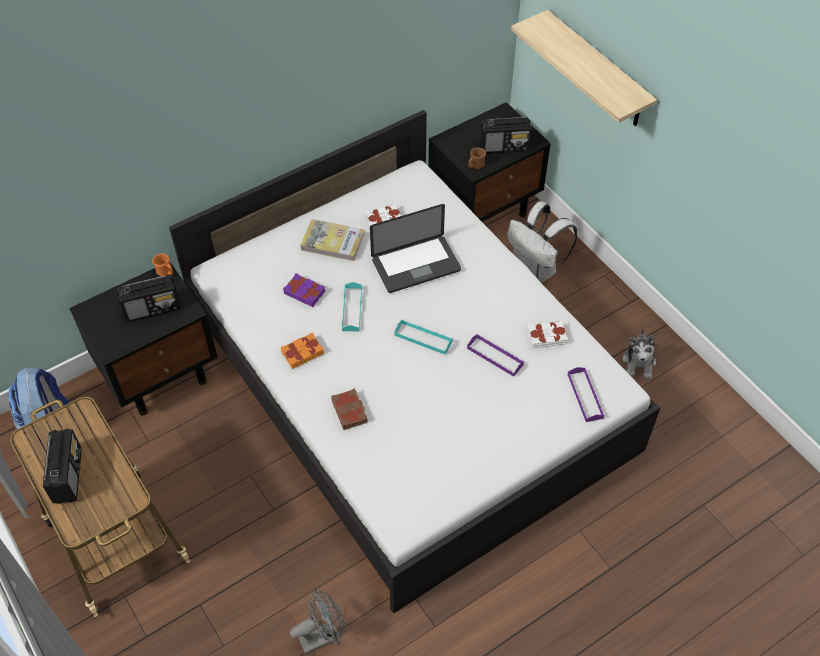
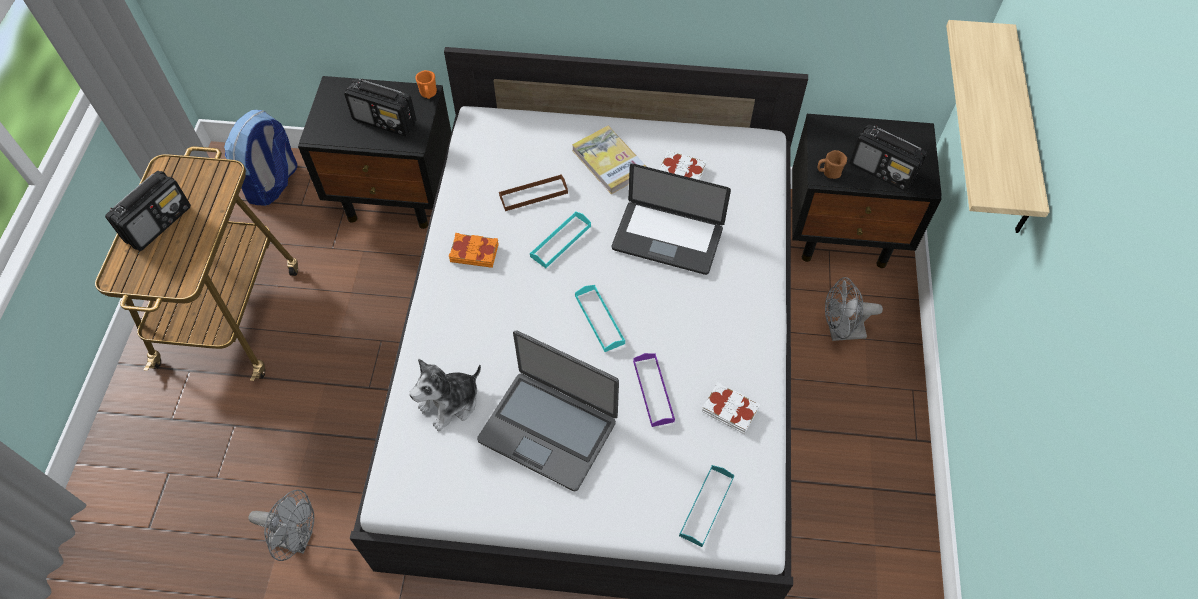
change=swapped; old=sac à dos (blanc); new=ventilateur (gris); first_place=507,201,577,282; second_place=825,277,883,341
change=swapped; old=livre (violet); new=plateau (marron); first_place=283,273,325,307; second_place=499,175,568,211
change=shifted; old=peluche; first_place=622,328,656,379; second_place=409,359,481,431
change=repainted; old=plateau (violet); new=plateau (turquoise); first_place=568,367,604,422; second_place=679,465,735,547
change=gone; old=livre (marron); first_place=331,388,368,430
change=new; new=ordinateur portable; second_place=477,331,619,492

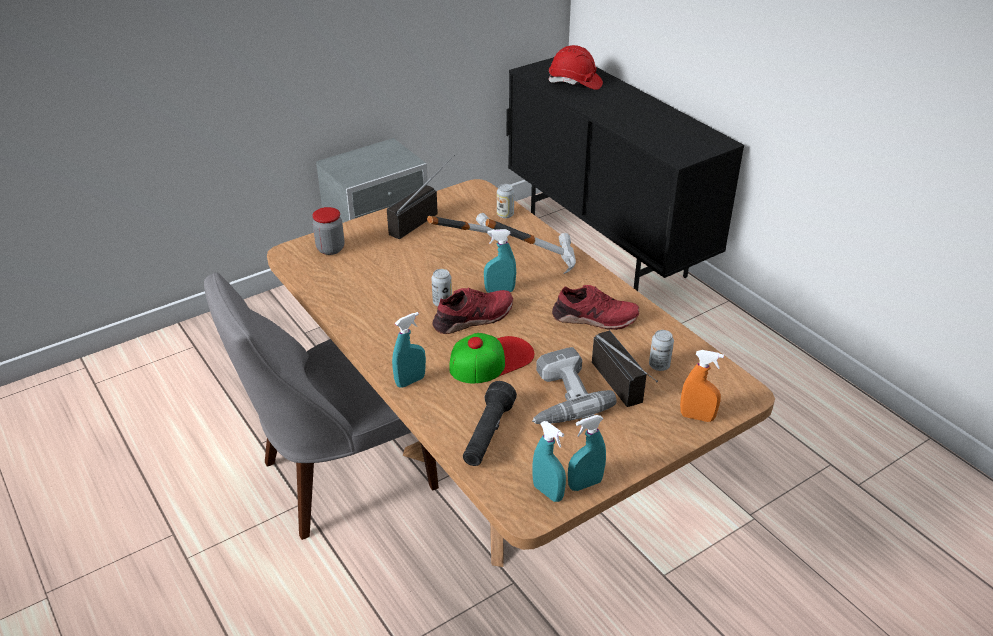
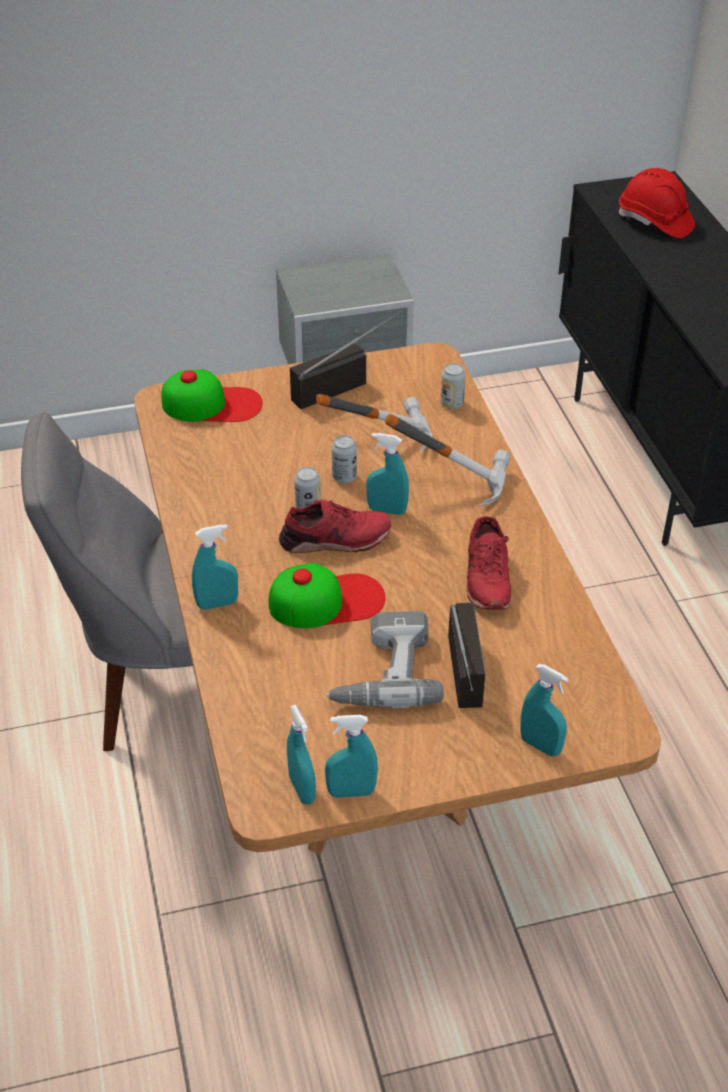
change=swapped; old=bocal; new=casquette; first_place=312,207,344,255; second_place=161,369,263,422
change=rotated; old=chaussure (rouge); first_place=552,285,639,330; second_place=466,516,511,610; degrees=60
change=shifted; old=boîte métallique; first_place=649,330,674,371; second_place=332,435,357,483
change=repainted; old=vaporisateur (orange); new=vaporisateur (turquoise); first_place=680,350,724,422; second_place=521,664,569,756
change=gone; old=lampe de poche (noir); first_place=463,381,517,466

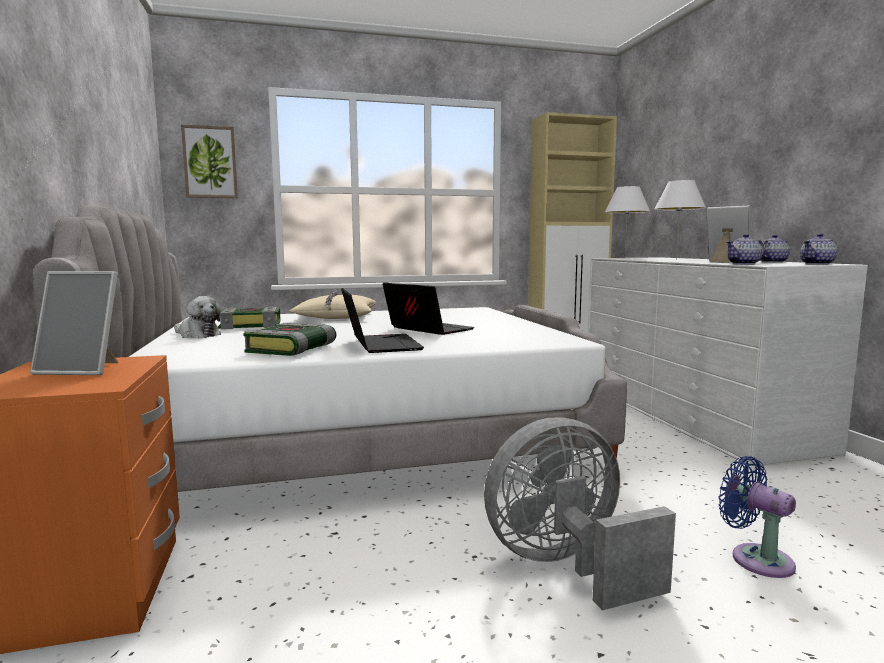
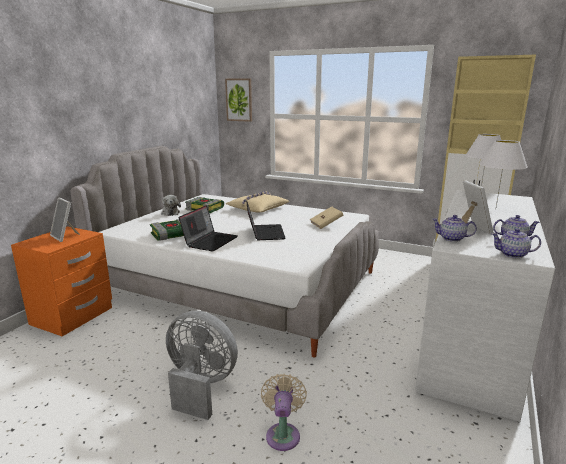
change=repainted; old=ventilateur (bleu); new=ventilateur (beige); first_place=719,456,796,578; second_place=261,373,307,451
change=new; new=livre (beige); second_place=310,206,343,229

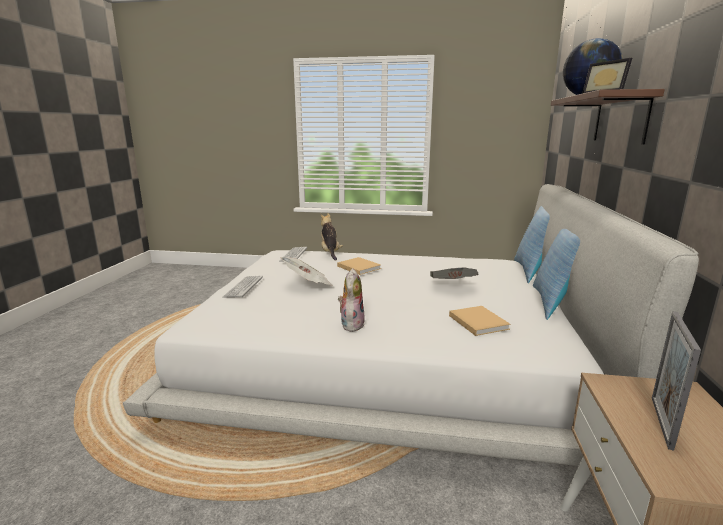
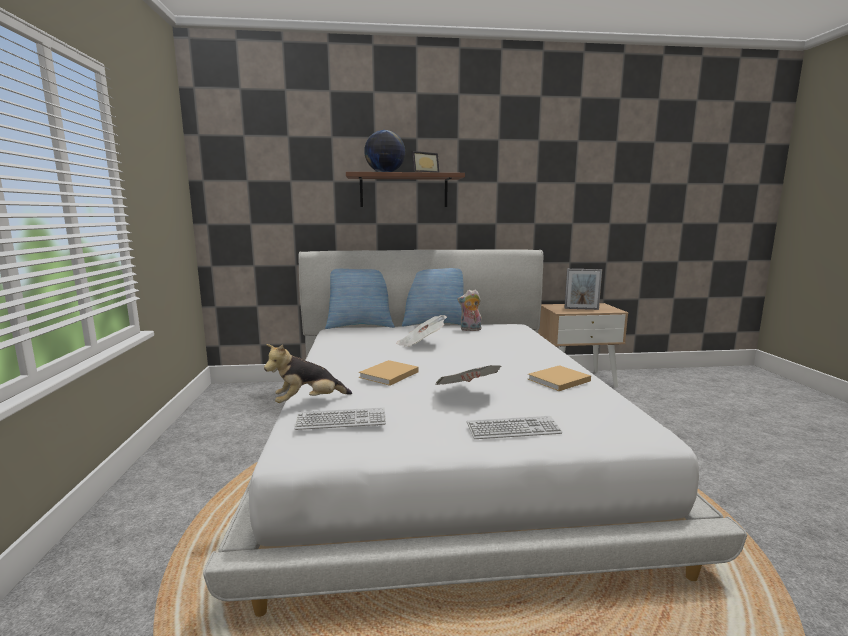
change=shifted; old=peluche; first_place=338,268,365,332; second_place=457,289,481,331
change=shifted; old=livre (beige); first_place=449,306,511,336; second_place=528,365,591,391

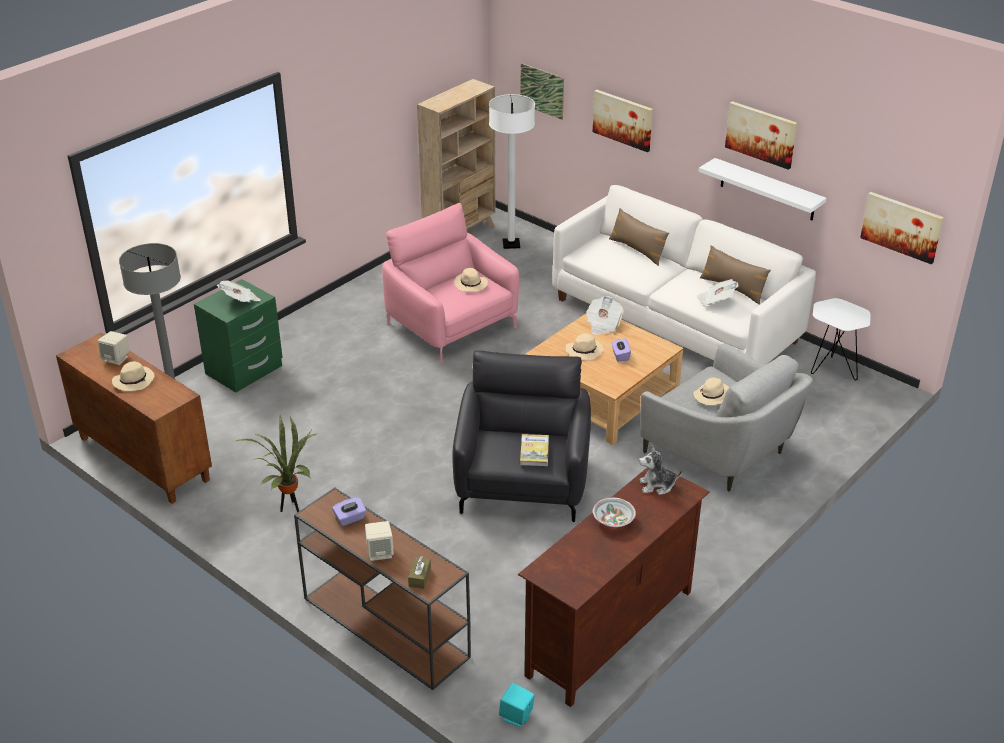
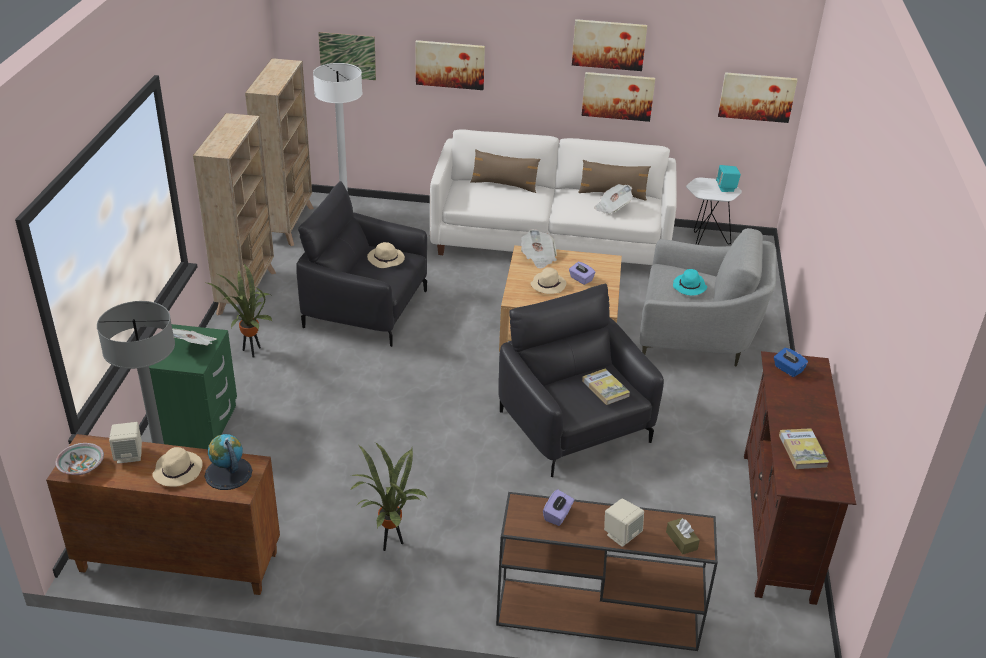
change=swapped; old=étagère (blanc); new=tableau; first_place=699,158,827,220; second_place=582,72,655,122
change=repainted; old=fauteuil (rose); new=fauteuil (noir); first_place=382,203,519,363; second_place=296,181,427,347
change=repainted; old=chapeau (beige); new=chapeau (turquoise); first_place=693,378,729,405; second_place=673,269,707,295
change=swapped; old=peluche; new=boîte à mouchoirs (bleu); first_place=639,446,682,495; second_place=774,348,808,377
change=shifted; old=bol; first_place=593,498,636,528; second_place=55,443,104,475
change=shifted; old=enceinte (turquoise); first_place=499,683,535,727; second_place=716,165,741,192
change=new; new=bibliothèque (beige); second_place=193,113,276,315
change=new; new=plante en pot; second_place=207,264,273,358
change=new; new=livre; second_place=779,428,829,469
change=new; new=globe; second_place=205,434,252,490

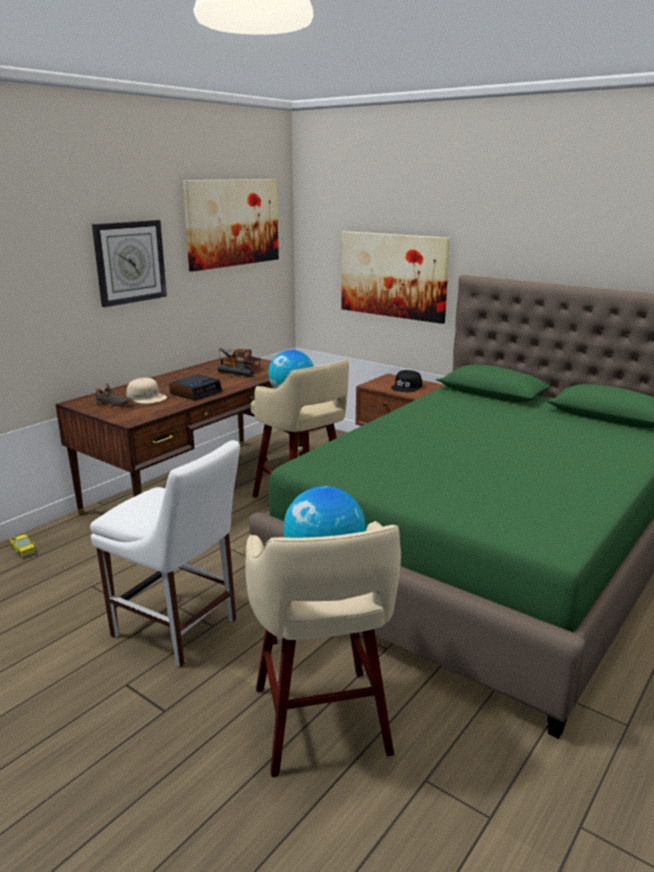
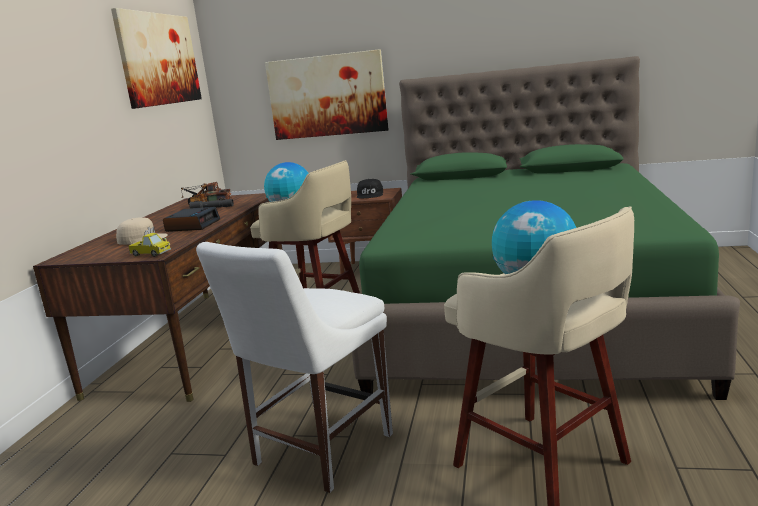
change=gone; old=horloge murale; first_place=92,220,167,307
change=gone; old=chaussure (noir); first_place=95,383,132,407
change=rotated; old=chaise (blanc); first_place=90,440,240,667; second_place=196,242,393,493; degrees=120
change=shifted; old=camion jouet; first_place=9,534,36,557; second_place=128,233,171,257

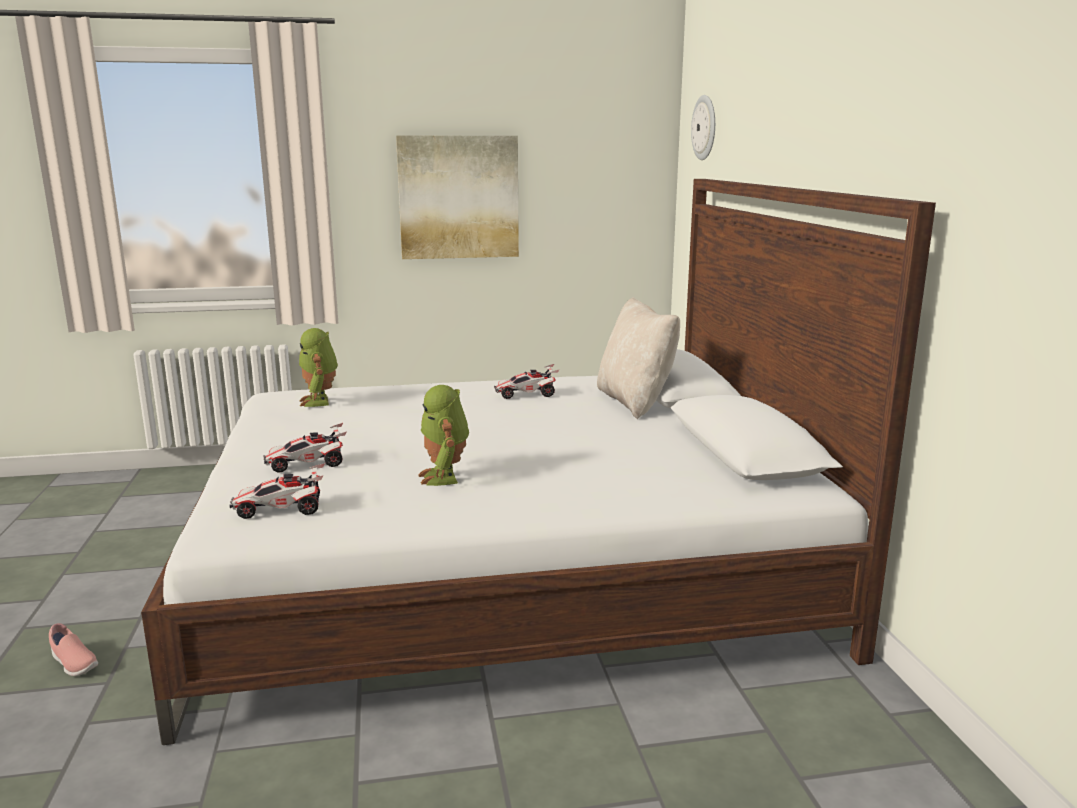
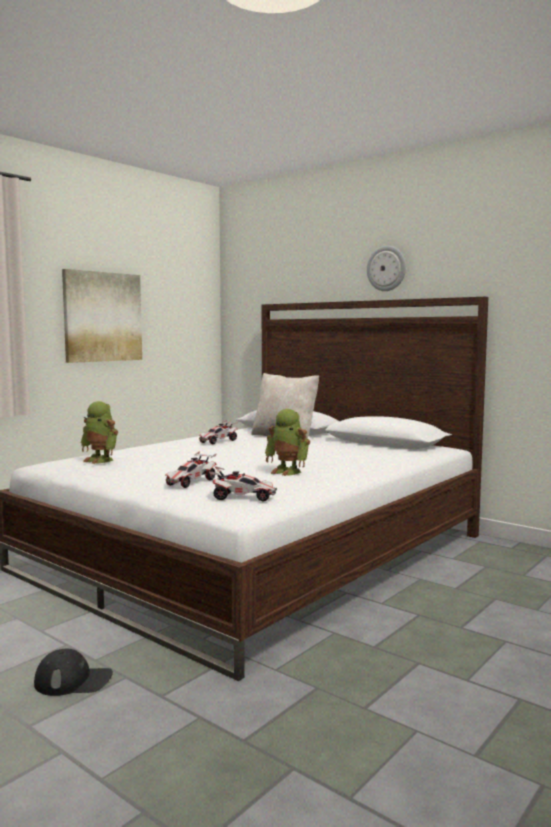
change=shifted; old=horloge murale; first_place=691,95,715,160; second_place=367,246,406,291
change=rotated; old=petite voiture; first_place=229,463,325,519; second_place=209,466,277,501; degrees=-120
change=swapped; old=chaussure (rose); new=casquette (noir); first_place=49,623,98,676; second_place=34,649,113,696

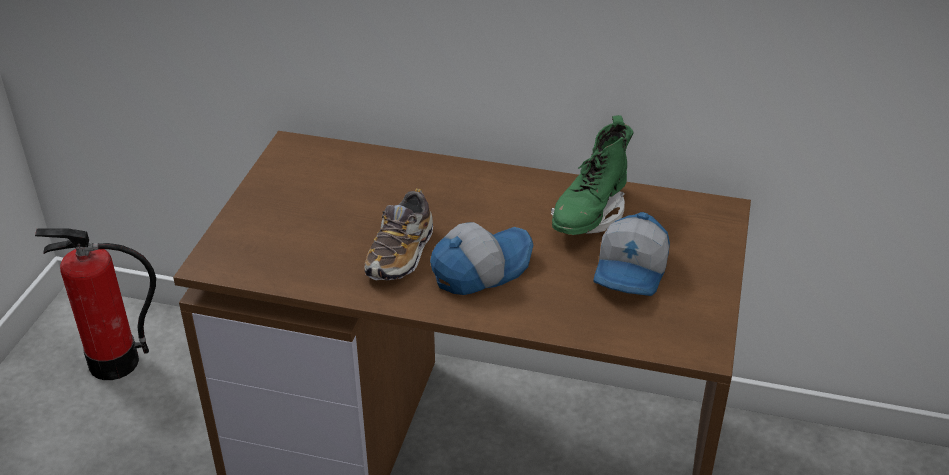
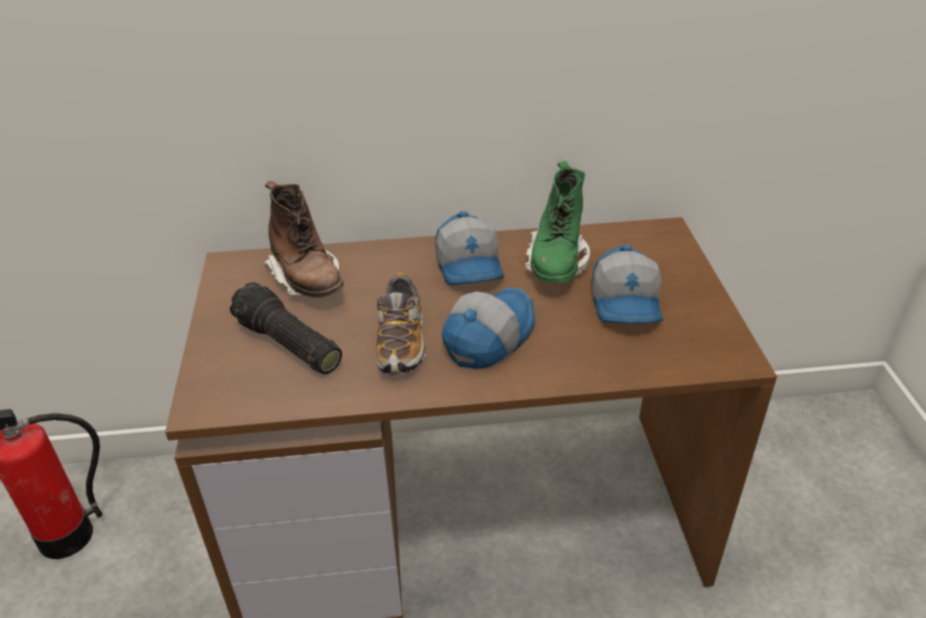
change=new; new=botte (marron); second_place=264,181,344,298
change=new; new=casquette; second_place=435,211,504,285
change=new; new=lampe de poche; second_place=230,282,342,374

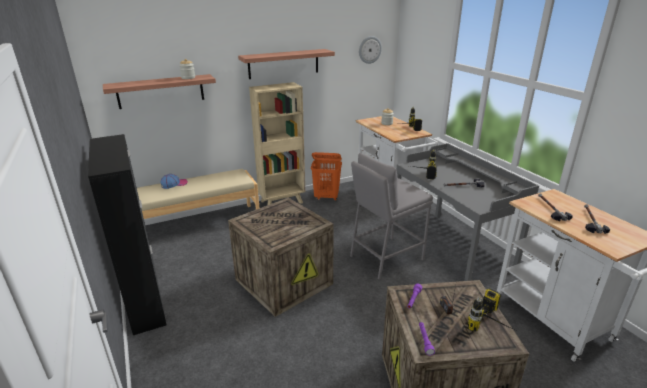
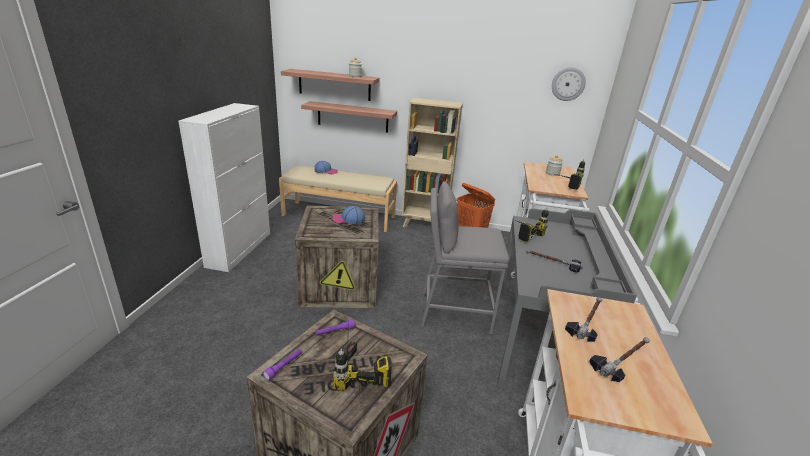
change=shifted; old=étagère; first_place=238,49,335,79; second_place=301,101,397,133
change=repainted; old=meuble de rangement (noir); new=meuble de rangement (blanc); first_place=88,134,166,335; second_place=178,103,270,272
change=new; new=casquette; second_place=332,206,365,225

